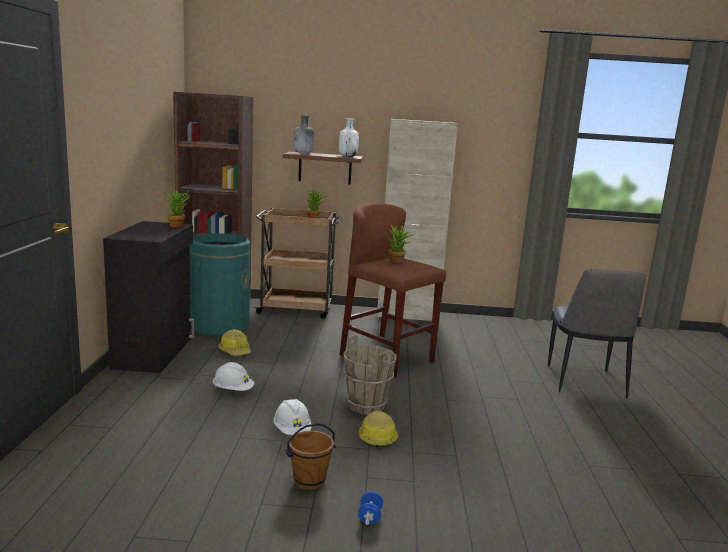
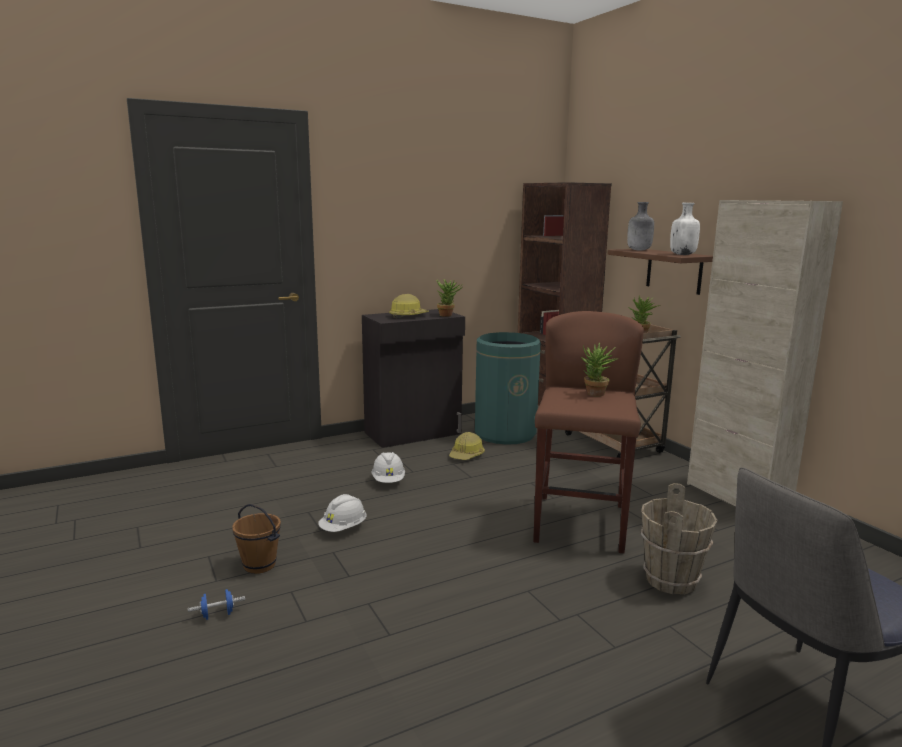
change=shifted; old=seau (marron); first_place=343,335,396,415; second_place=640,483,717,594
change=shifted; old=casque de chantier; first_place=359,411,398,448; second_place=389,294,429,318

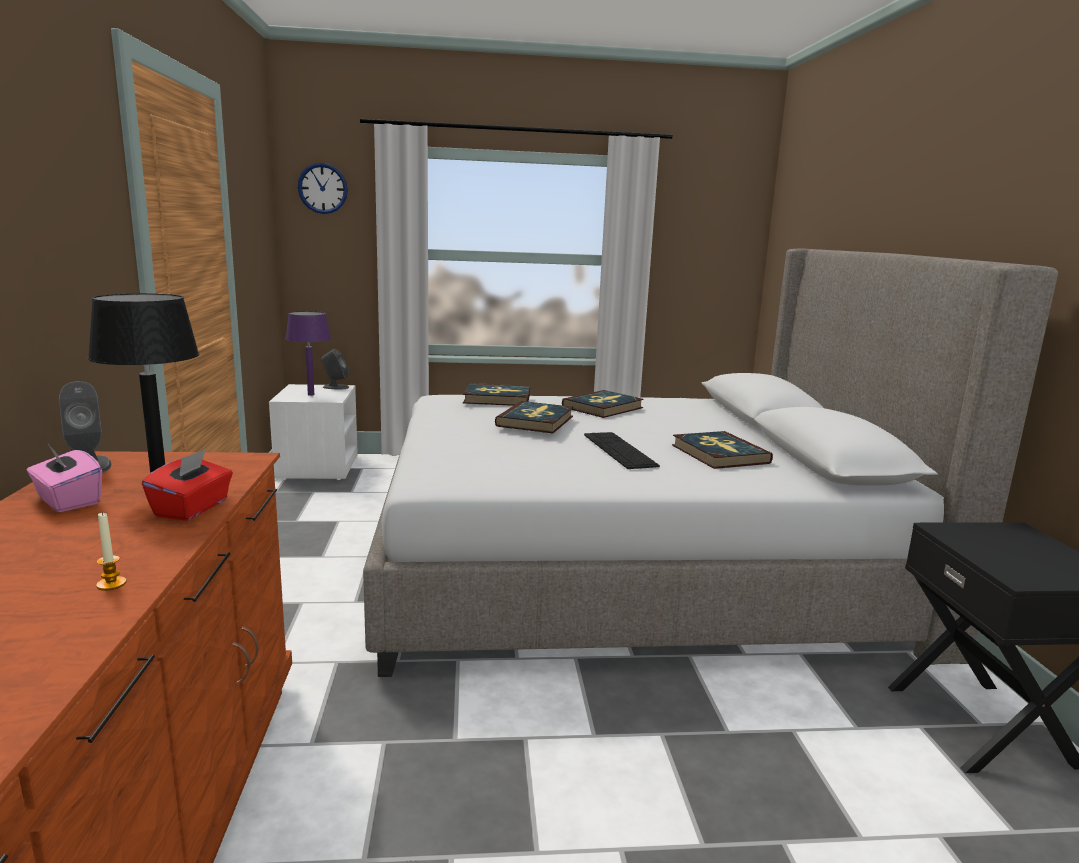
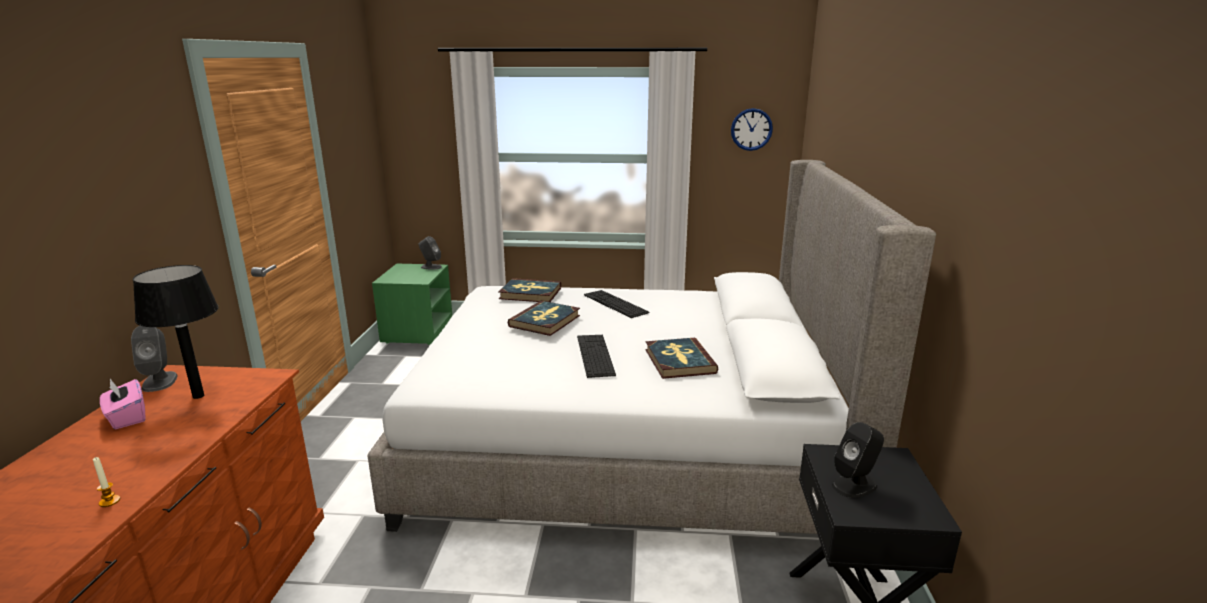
change=shifted; old=horloge murale; first_place=298,163,348,214; second_place=731,108,773,151
change=gone; old=lampe de table (violet); first_place=286,311,331,396
change=repainted; old=table de chevet (blanc); new=table de chevet (vert); first_place=269,384,358,480; second_place=372,264,453,345
change=swapped; old=livre; new=clavier; first_place=562,390,644,418; second_place=584,290,649,318
change=gone; old=boîte à mouchoirs (rouge); first_place=142,449,233,521
change=new; new=enceinte (noir); second_place=832,422,884,498

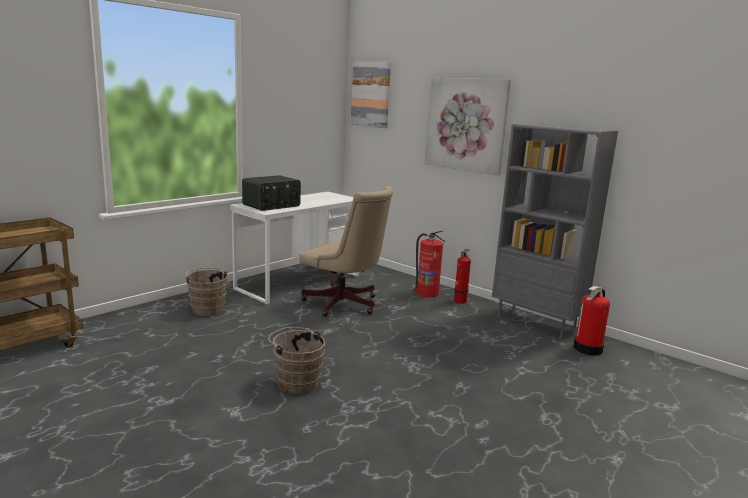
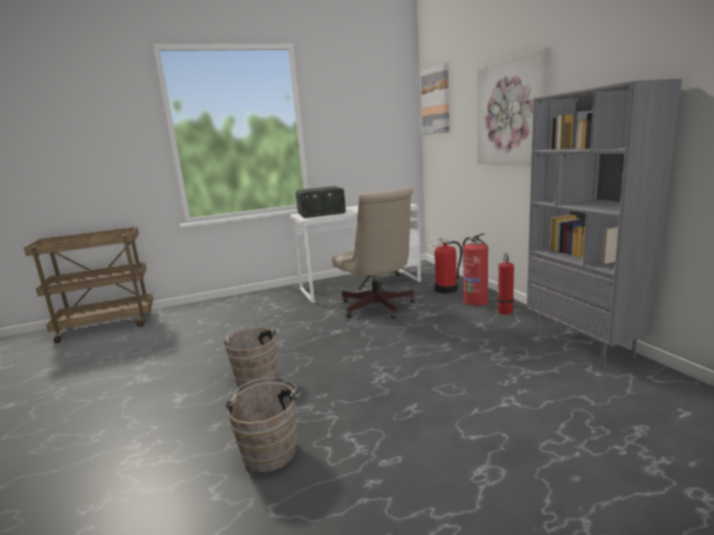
change=shifted; old=seau (marron); first_place=185,268,227,316; second_place=224,377,301,473
change=shifted; old=extincteur; first_place=573,286,610,355; second_place=427,238,462,294

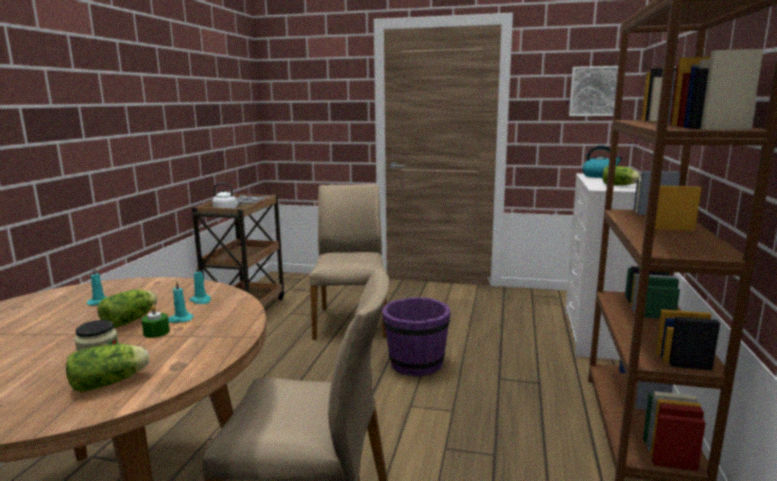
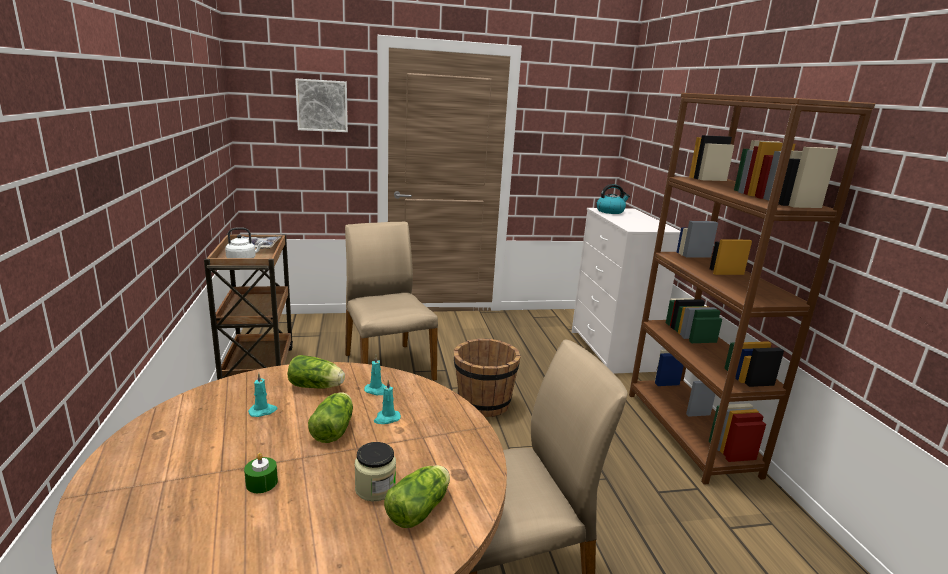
change=shifted; old=tableau; first_place=569,66,618,116; second_place=295,78,348,132
change=shifted; old=laitue; first_place=602,166,641,185; second_place=288,355,345,389
change=repainted; old=seau (violet); new=seau (marron); first_place=382,297,451,377; second_place=454,339,521,417
change=shifted; old=bougie (vert); first_place=141,305,170,338; second_place=244,453,278,493

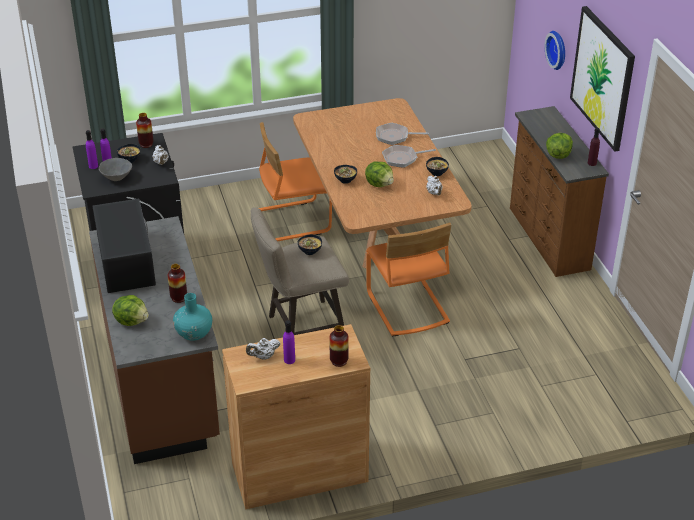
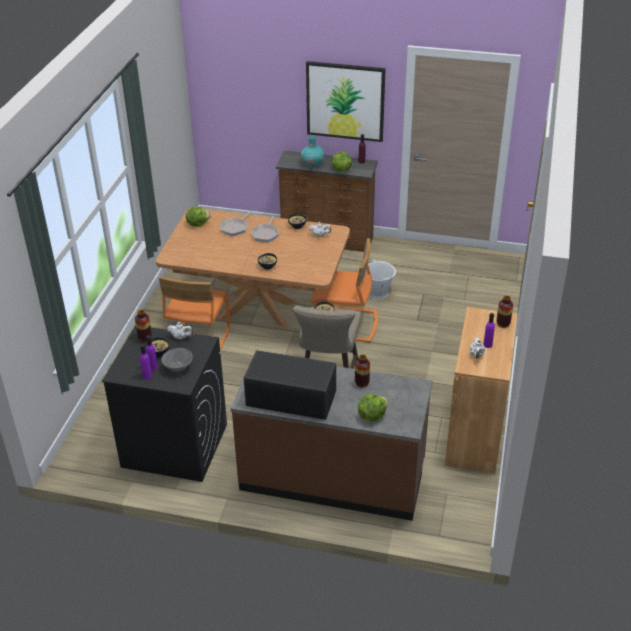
change=gone; old=horloge murale; first_place=545,31,565,70
change=shifted; old=laitue; first_place=365,162,394,187; second_place=186,207,211,227
change=shifted; old=vase (turquoise); first_place=173,293,212,341; second_place=300,136,325,167
change=new; new=seau (blanc); second_place=366,259,396,300

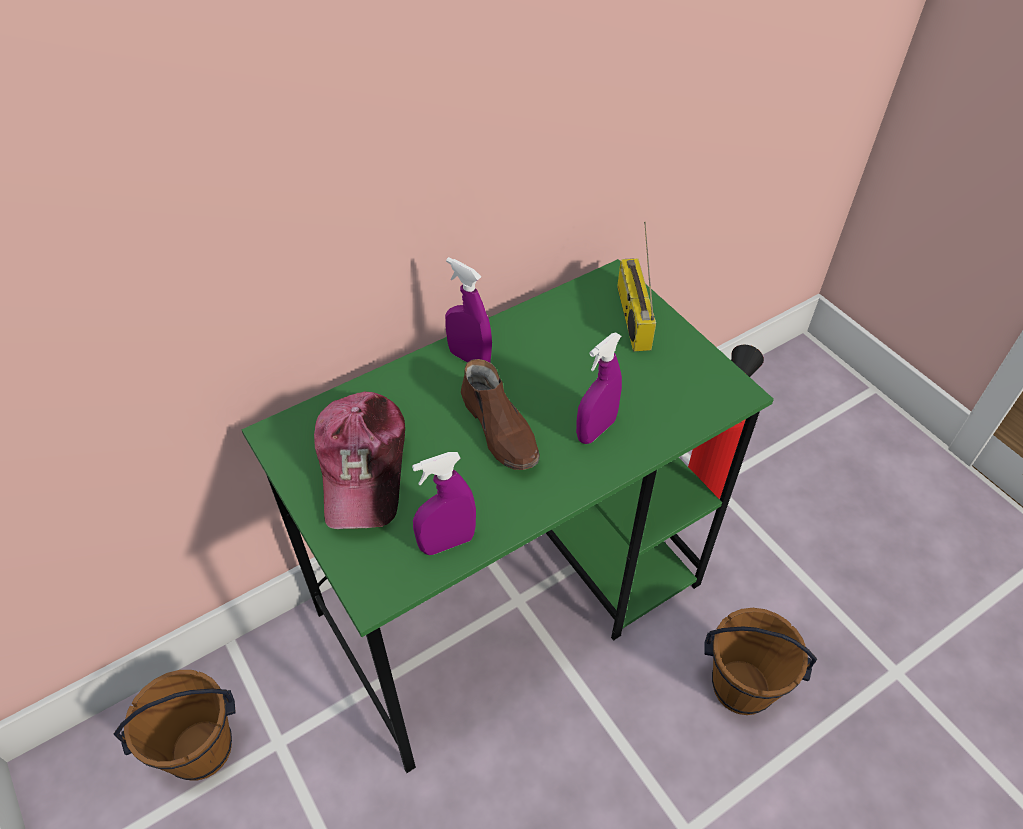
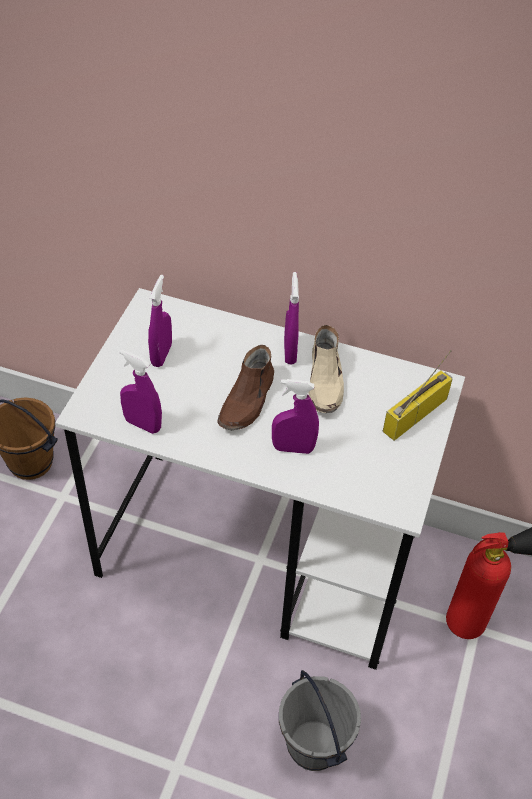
change=repainted; old=bureau (vert); new=bureau (blanc); first_place=242,259,774,773; second_place=55,288,465,670
change=swapped; old=casquette; new=vaporisateur (violet); first_place=314,392,405,529; second_place=148,275,172,367
change=repainted; old=seau (marron); new=seau (gris); first_place=704,608,817,715; second_place=279,670,361,771
change=new; new=chaussure (beige); second_place=308,325,344,413

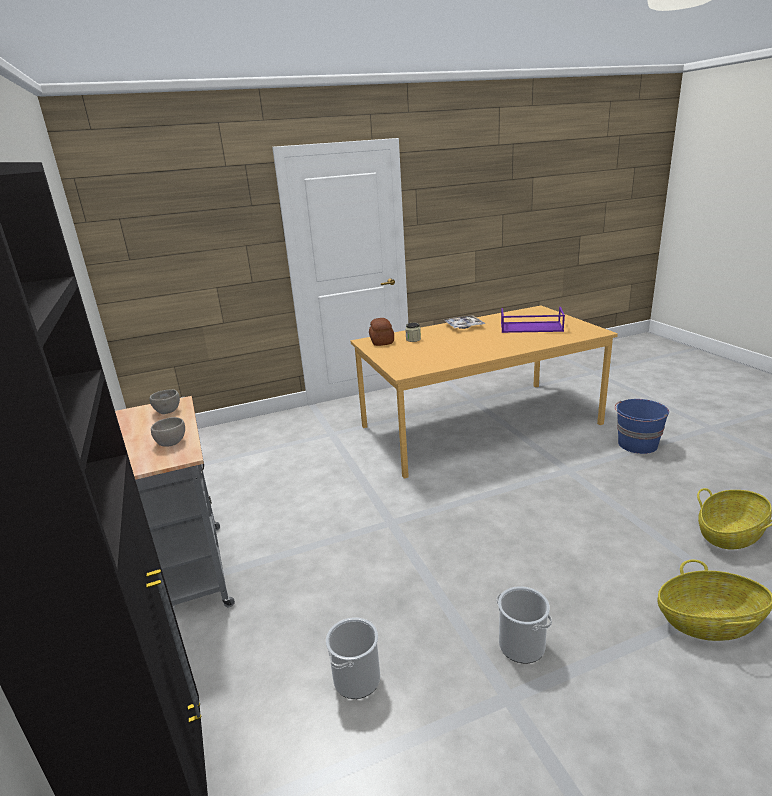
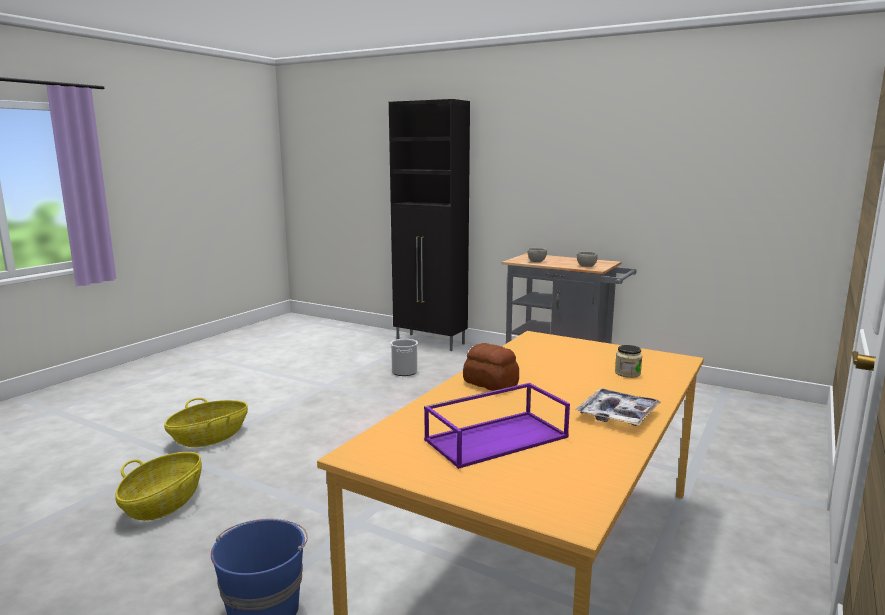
change=shifted; old=pain; first_place=369,318,394,346; second_place=463,343,519,391
change=gone; old=seau; first_place=497,586,552,663

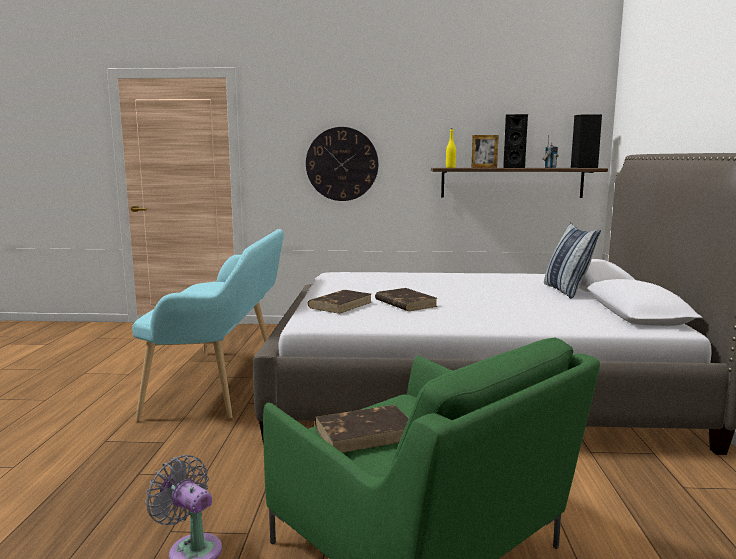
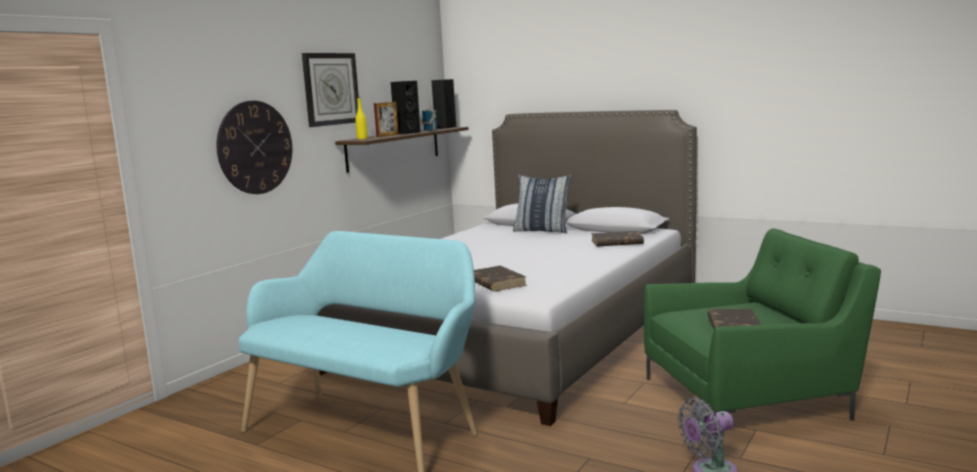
change=shifted; old=livre (marron); first_place=375,288,438,311; second_place=591,231,644,247
change=new; new=horloge murale; second_place=302,53,359,127

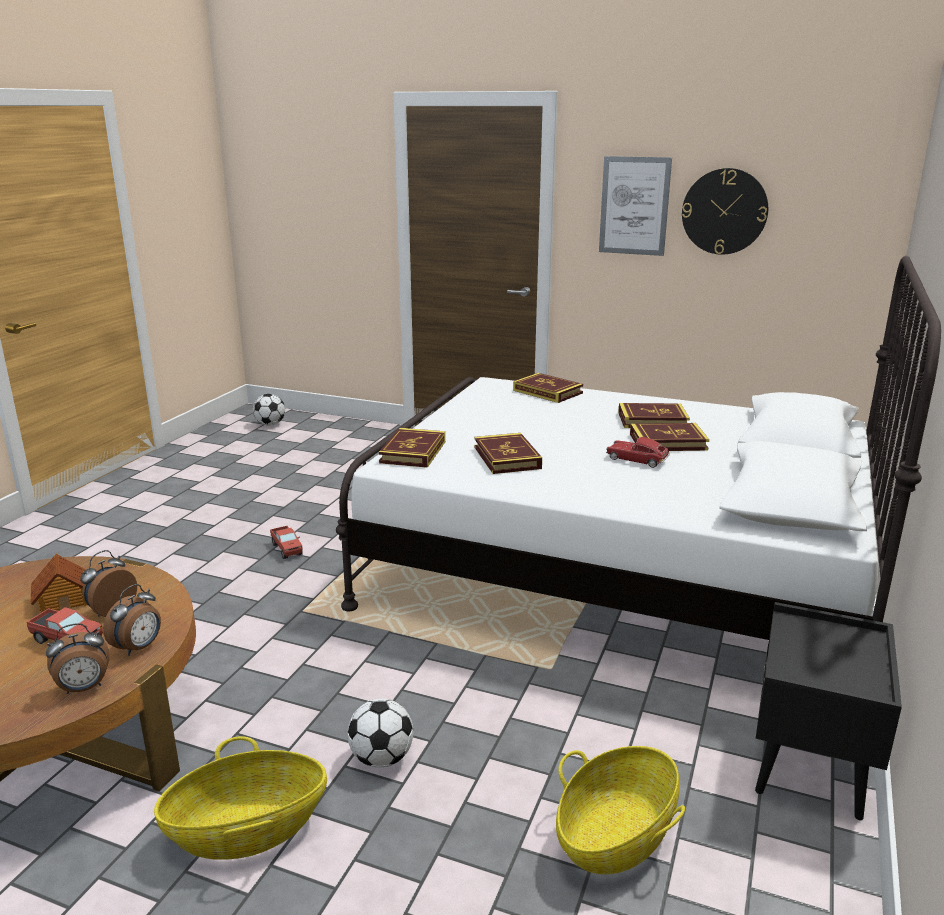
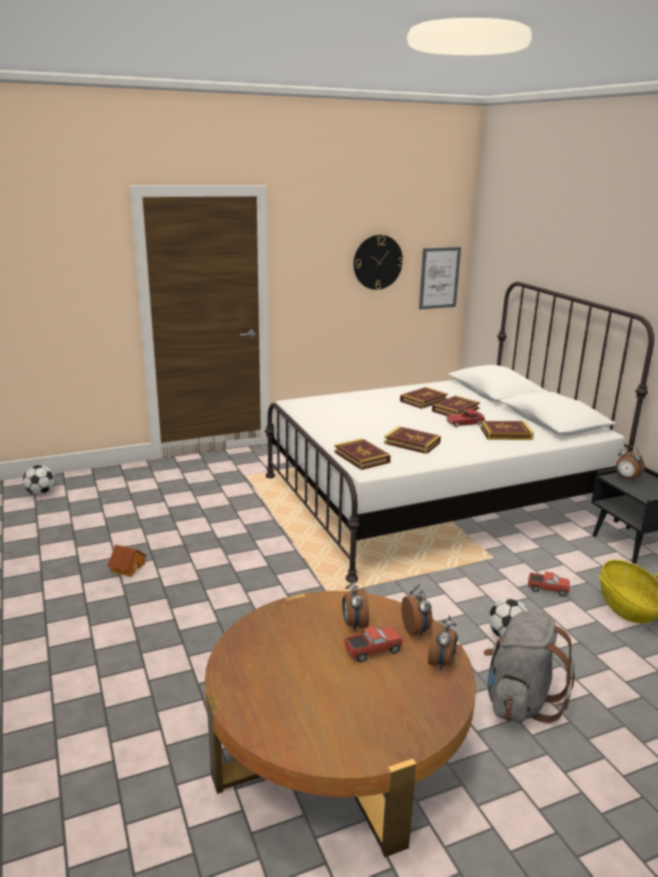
change=shifted; old=tableau; first_place=599,156,672,256; second_place=419,247,461,309
change=shifted; old=livre; first_place=513,373,583,403; second_place=480,421,534,440
change=shifted; old=camion jouet; first_place=270,526,303,559; second_place=528,571,570,597
change=shifted; old=maison miniature; first_place=31,554,88,613; second_place=107,545,147,577
change=swapped; old=panier; new=sac à dos (gris); first_place=154,736,327,860; second_place=484,611,575,723
change=new; new=réveil; second_place=616,446,645,481

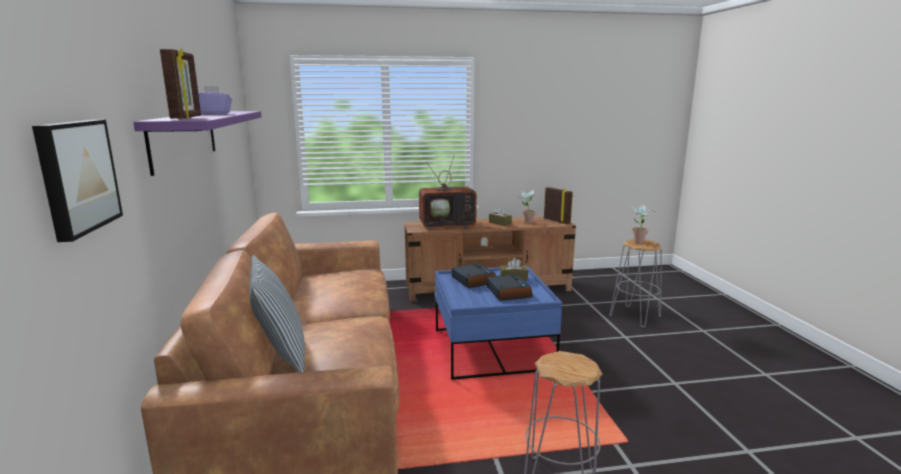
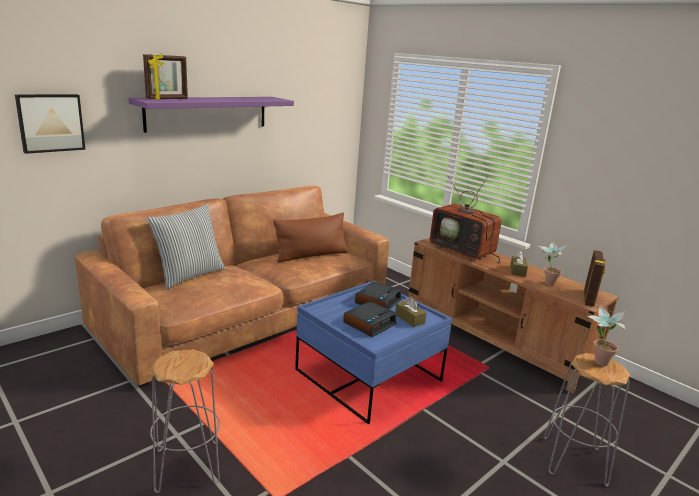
change=gone; old=boîte à mouchoirs (violet); first_place=198,86,232,114
change=new; new=coussin (marron); second_place=273,213,348,263

